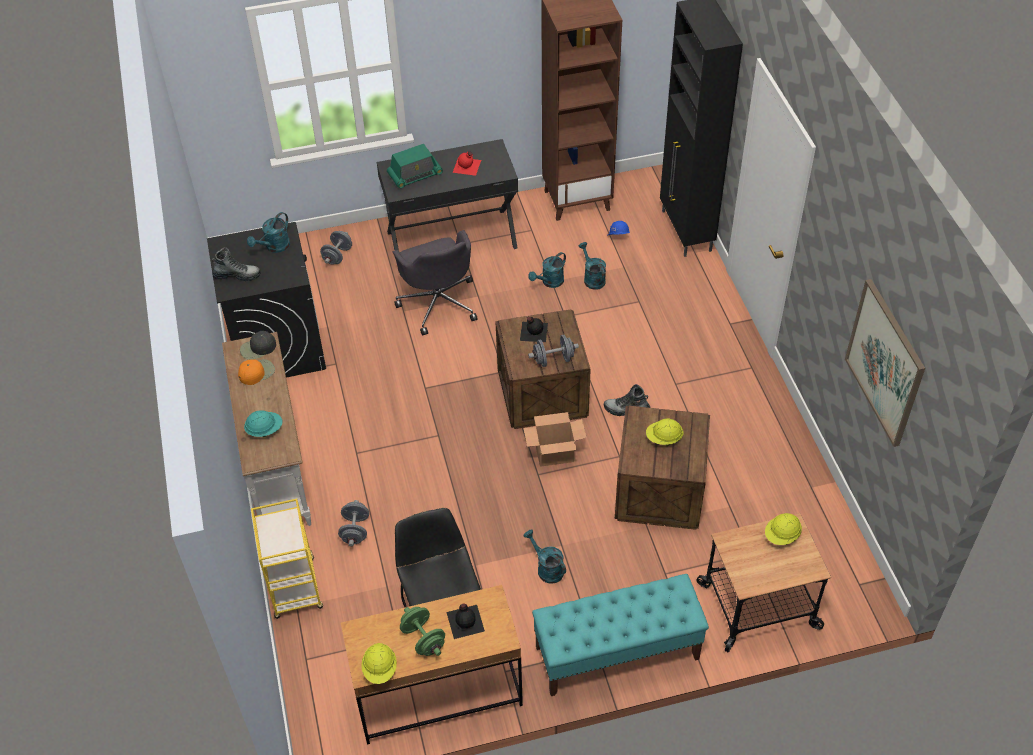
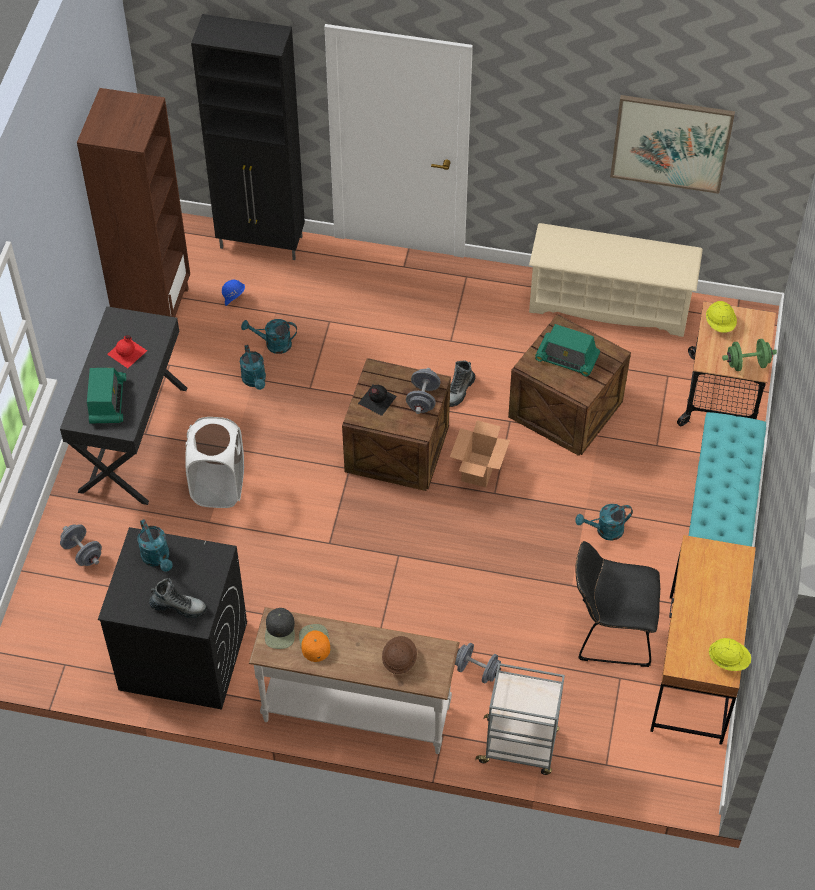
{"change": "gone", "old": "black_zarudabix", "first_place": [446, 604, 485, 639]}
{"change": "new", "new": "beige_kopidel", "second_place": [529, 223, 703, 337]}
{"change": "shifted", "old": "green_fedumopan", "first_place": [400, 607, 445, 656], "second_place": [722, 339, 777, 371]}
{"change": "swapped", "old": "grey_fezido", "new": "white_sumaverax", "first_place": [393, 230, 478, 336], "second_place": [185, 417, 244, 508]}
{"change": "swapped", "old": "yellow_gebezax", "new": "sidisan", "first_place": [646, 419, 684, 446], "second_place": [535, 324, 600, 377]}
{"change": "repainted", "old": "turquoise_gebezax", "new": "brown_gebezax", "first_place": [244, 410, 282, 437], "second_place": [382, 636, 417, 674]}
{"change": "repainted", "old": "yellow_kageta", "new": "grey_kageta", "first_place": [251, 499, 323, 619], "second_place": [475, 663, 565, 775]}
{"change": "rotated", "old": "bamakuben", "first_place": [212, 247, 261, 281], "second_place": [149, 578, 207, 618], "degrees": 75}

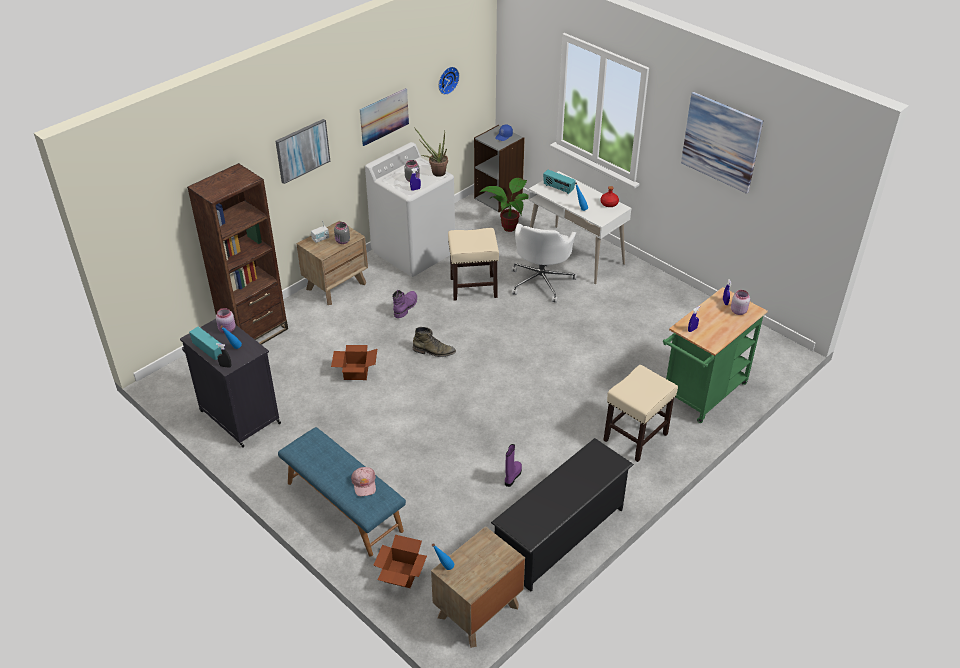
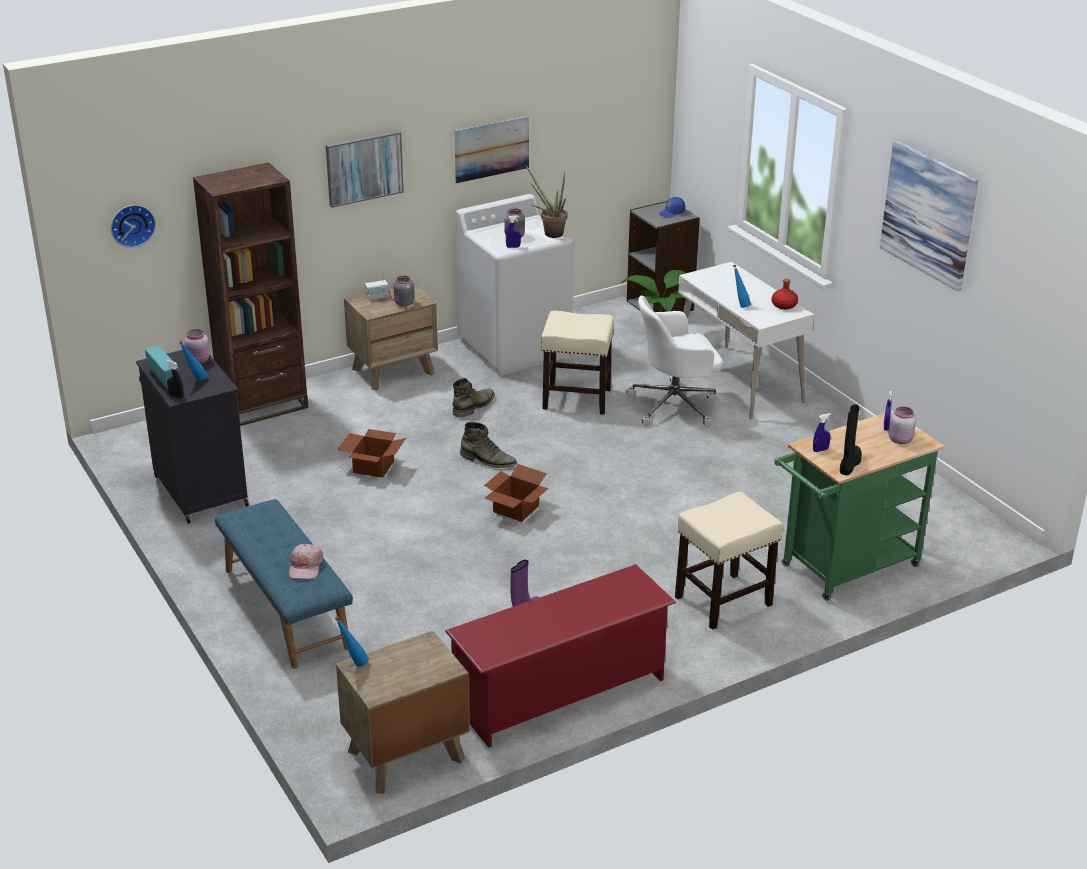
{"change": "gone", "old": "sidisan", "first_place": [543, 170, 576, 194]}
{"change": "new", "new": "black_bamakuben", "second_place": [840, 405, 862, 475]}
{"change": "shifted", "old": "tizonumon", "first_place": [374, 535, 427, 588], "second_place": [484, 464, 548, 522]}
{"change": "shifted", "old": "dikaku", "first_place": [438, 67, 459, 95], "second_place": [111, 205, 156, 248]}
{"change": "repainted", "old": "purple_bamakuben", "new": "green_bamakuben", "first_place": [392, 290, 417, 318], "second_place": [453, 378, 495, 417]}
{"change": "repainted", "old": "black_kopidel", "new": "red_kopidel", "first_place": [491, 438, 634, 592], "second_place": [445, 564, 676, 748]}
{"change": "rotated", "old": "white_fezido", "first_place": [512, 224, 577, 303], "second_place": [626, 296, 723, 427], "degrees": 45}

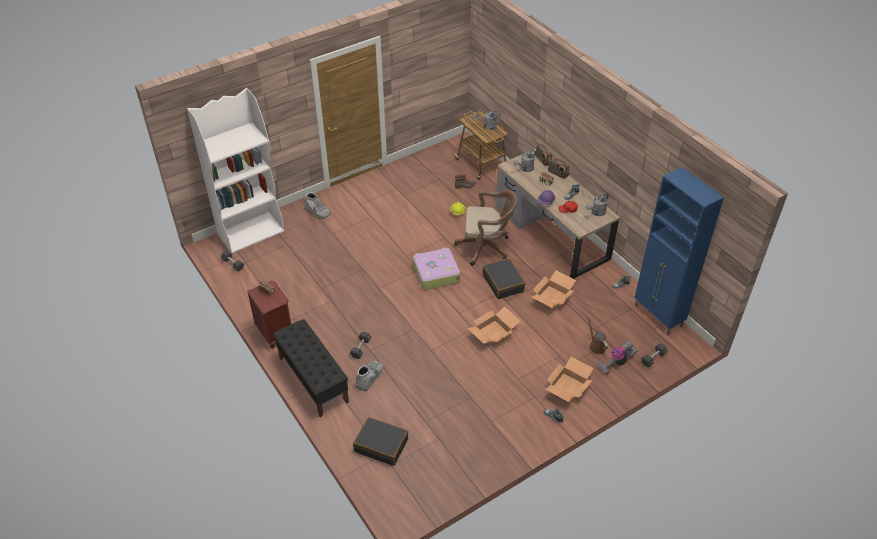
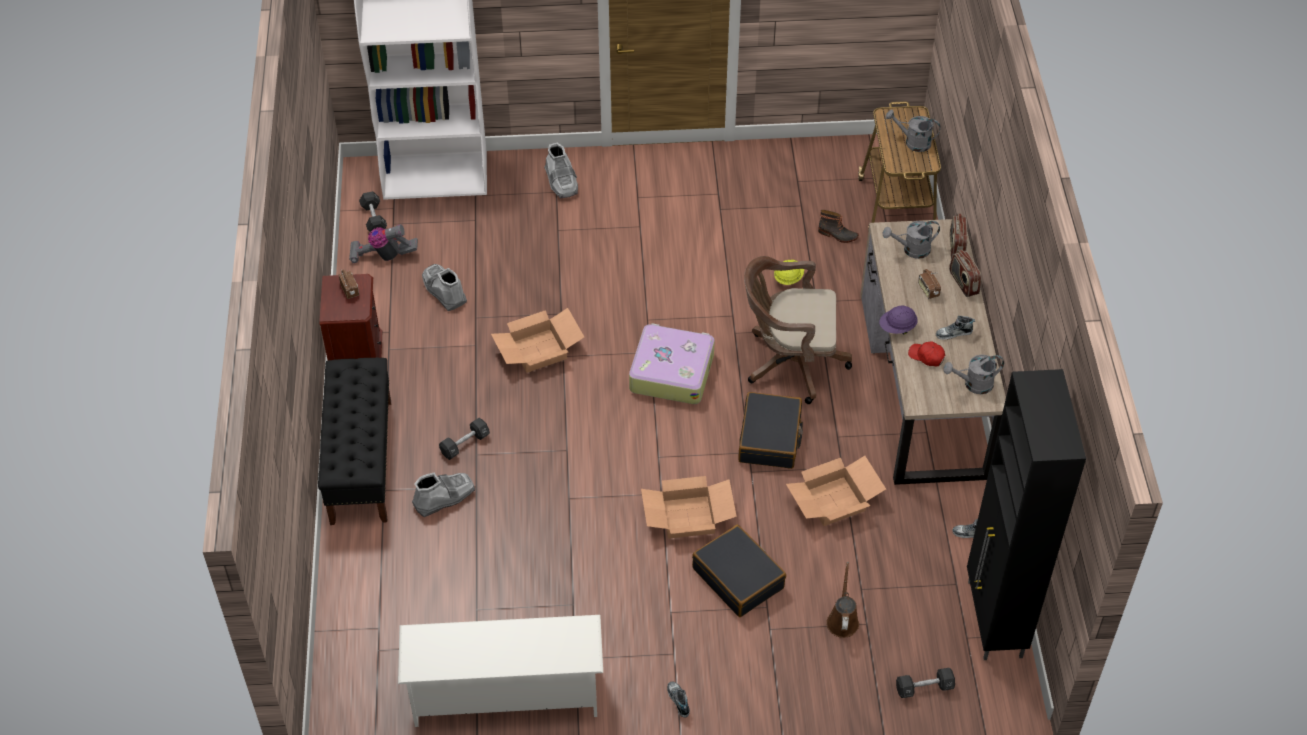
{"change": "new", "new": "white_kopidel", "second_place": [398, 615, 603, 727]}
{"change": "new", "new": "grey_bamakuben", "second_place": [422, 264, 467, 311]}
{"change": "shifted", "old": "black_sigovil", "first_place": [353, 417, 408, 466], "second_place": [692, 525, 786, 617]}
{"change": "shifted", "old": "tizonumon", "first_place": [545, 357, 594, 403], "second_place": [491, 308, 584, 373]}
{"change": "shifted", "old": "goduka", "first_place": [597, 340, 638, 375], "second_place": [349, 224, 418, 263]}
{"change": "repainted", "old": "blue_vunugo", "new": "black_vunugo", "first_place": [634, 167, 724, 335], "second_place": [967, 369, 1086, 660]}
{"change": "rotated", "old": "brown_fezido", "first_place": [454, 190, 517, 265], "second_place": [744, 256, 852, 404], "degrees": 150}

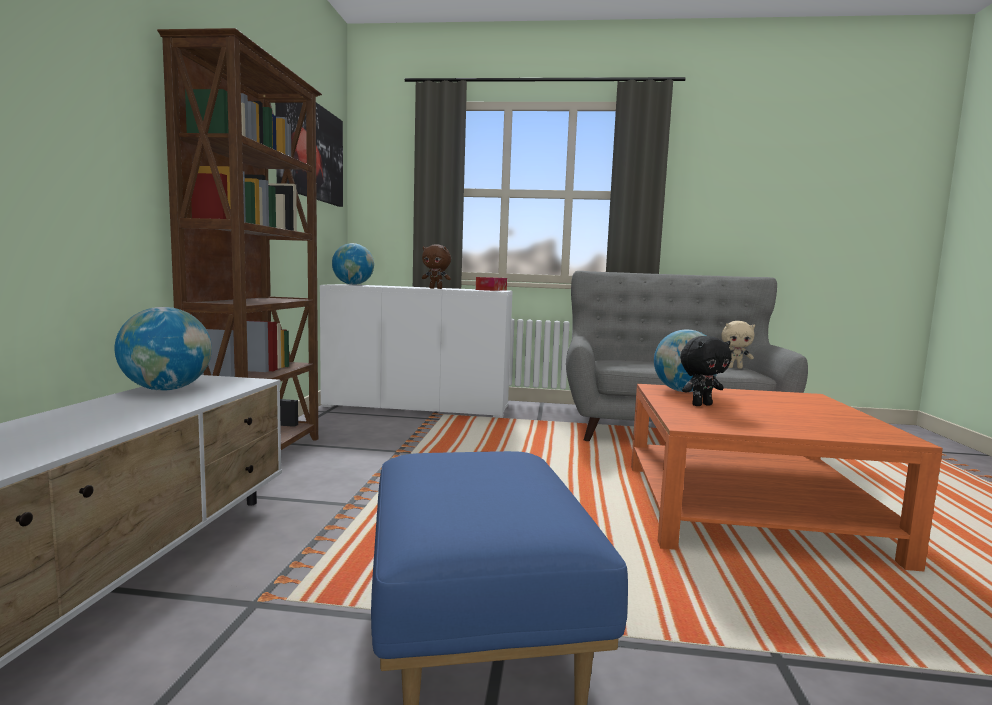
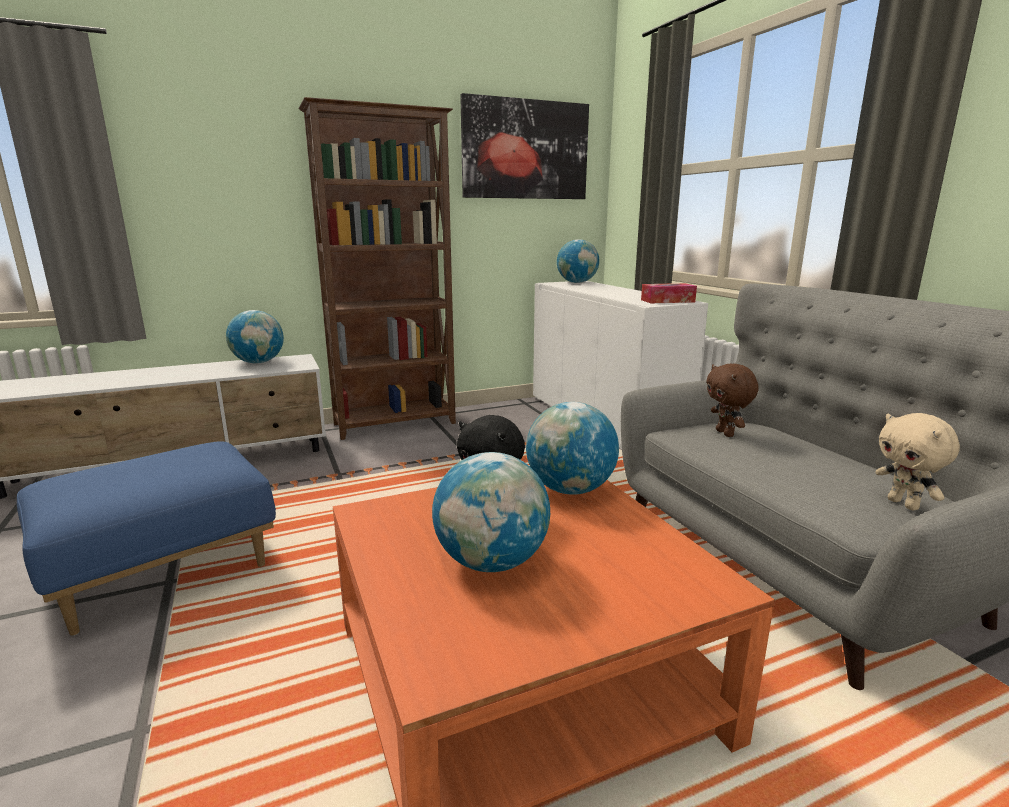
{"change": "new", "new": "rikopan", "second_place": [432, 452, 550, 572]}
{"change": "shifted", "old": "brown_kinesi", "first_place": [422, 244, 451, 289], "second_place": [706, 364, 758, 437]}

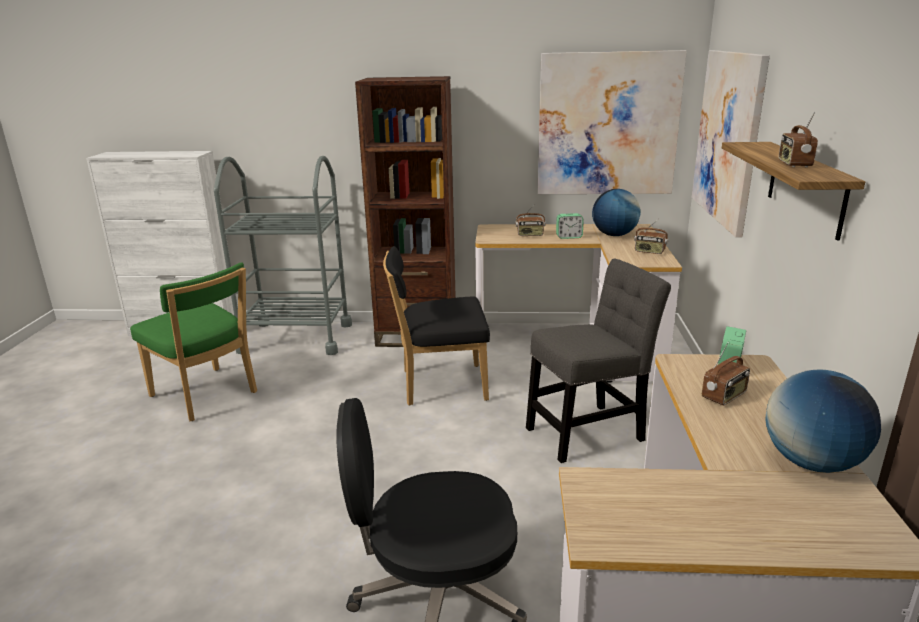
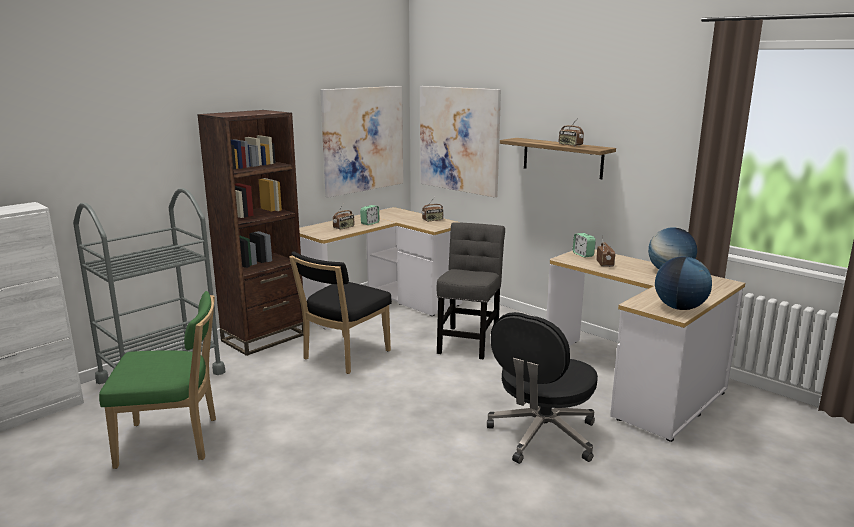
{"change": "shifted", "old": "rikopan", "first_place": [592, 189, 641, 236], "second_place": [655, 256, 712, 310]}

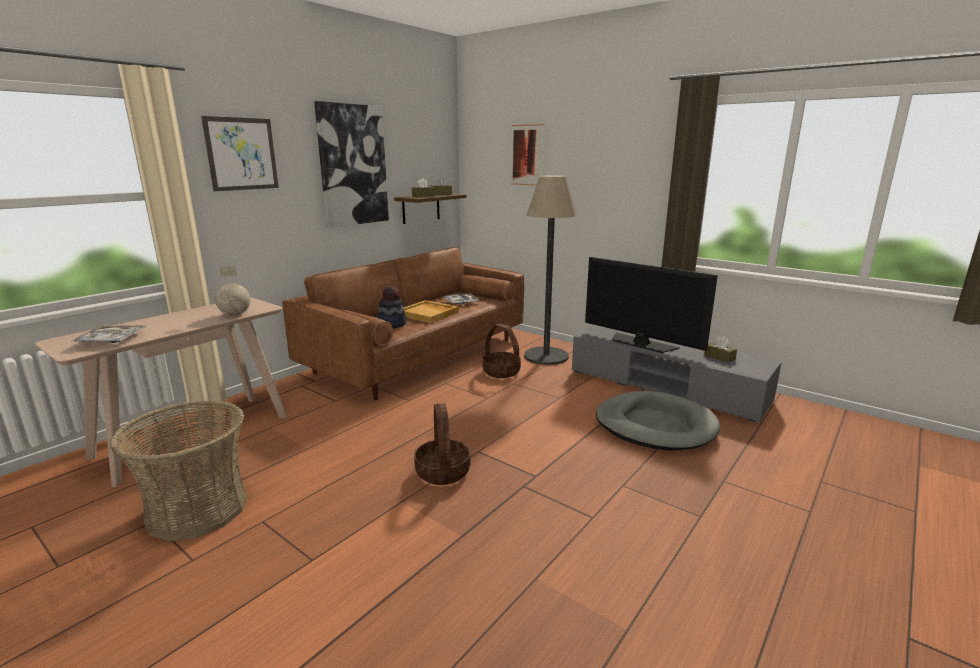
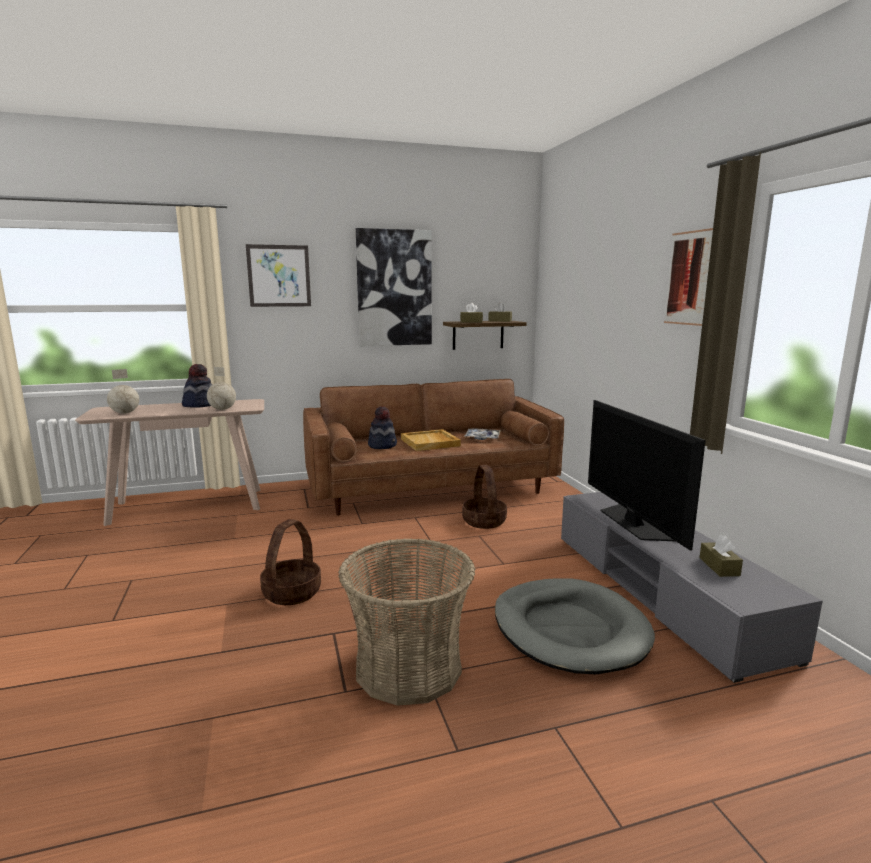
{"change": "gone", "old": "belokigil", "first_place": [524, 176, 577, 365]}
{"change": "new", "new": "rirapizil", "second_place": [182, 364, 212, 408]}
{"change": "shifted", "old": "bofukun", "first_place": [110, 400, 248, 541], "second_place": [338, 538, 475, 706]}
{"change": "shifted", "old": "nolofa", "first_place": [511, 124, 544, 186], "second_place": [664, 228, 713, 326]}
{"change": "swapped", "old": "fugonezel", "new": "rikopan", "first_place": [71, 325, 146, 343], "second_place": [107, 369, 139, 414]}

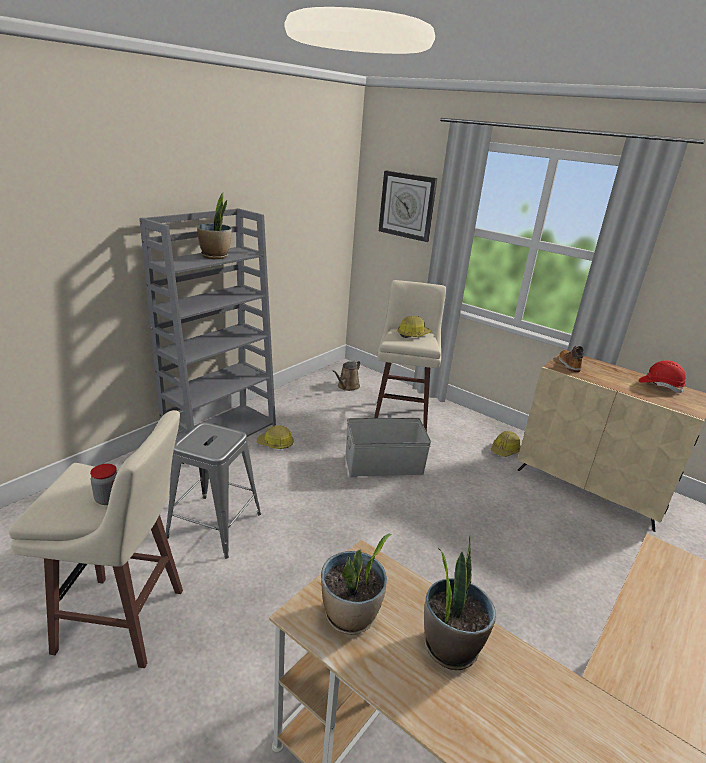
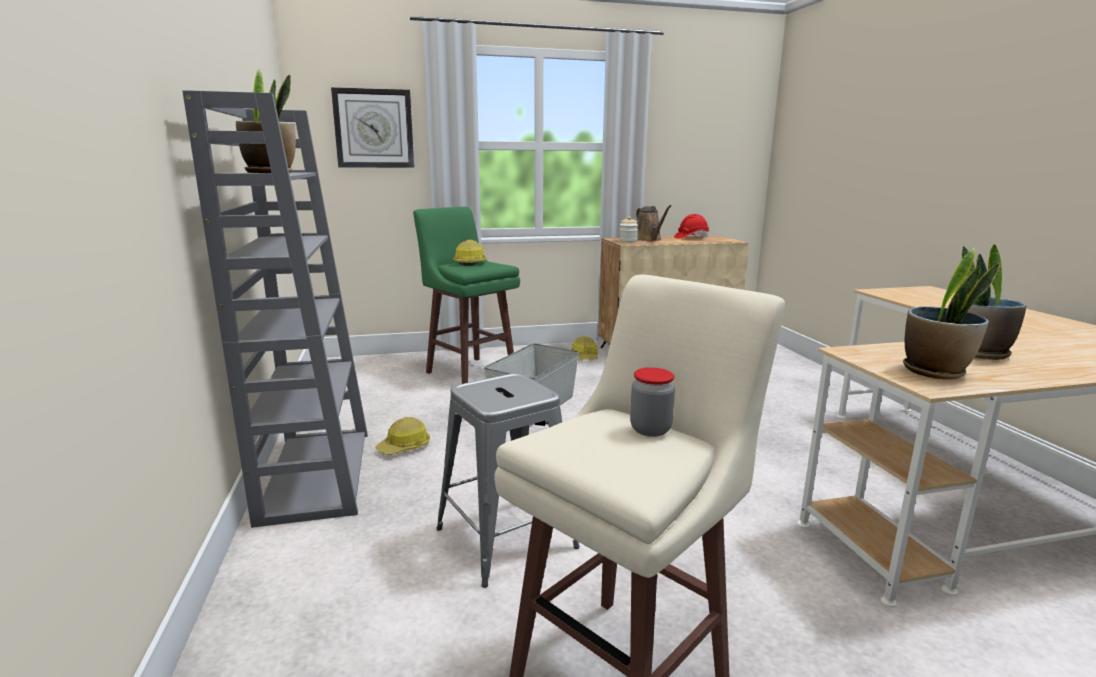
{"change": "shifted", "old": "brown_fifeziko", "first_place": [332, 360, 360, 391], "second_place": [636, 205, 671, 241]}
{"change": "swapped", "old": "bamakuben", "new": "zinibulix", "first_place": [559, 346, 584, 372], "second_place": [619, 216, 638, 243]}
{"change": "repainted", "old": "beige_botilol", "new": "green_botilol", "first_place": [374, 280, 446, 432], "second_place": [413, 207, 520, 384]}

